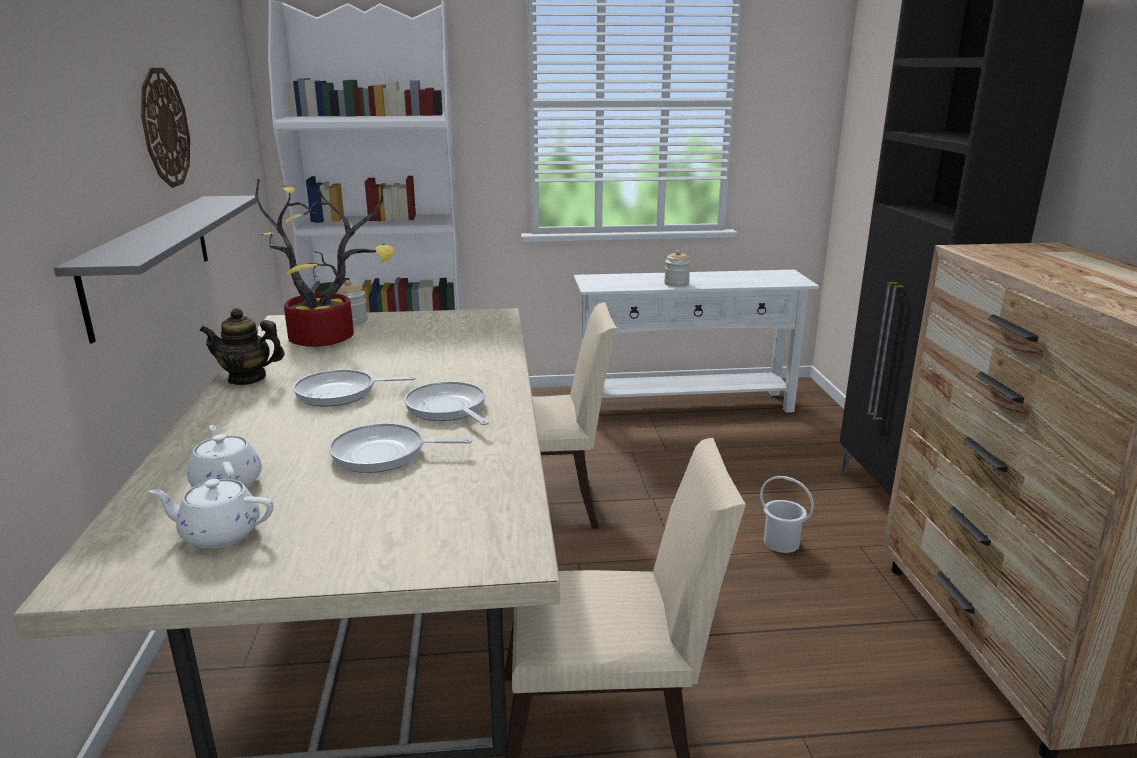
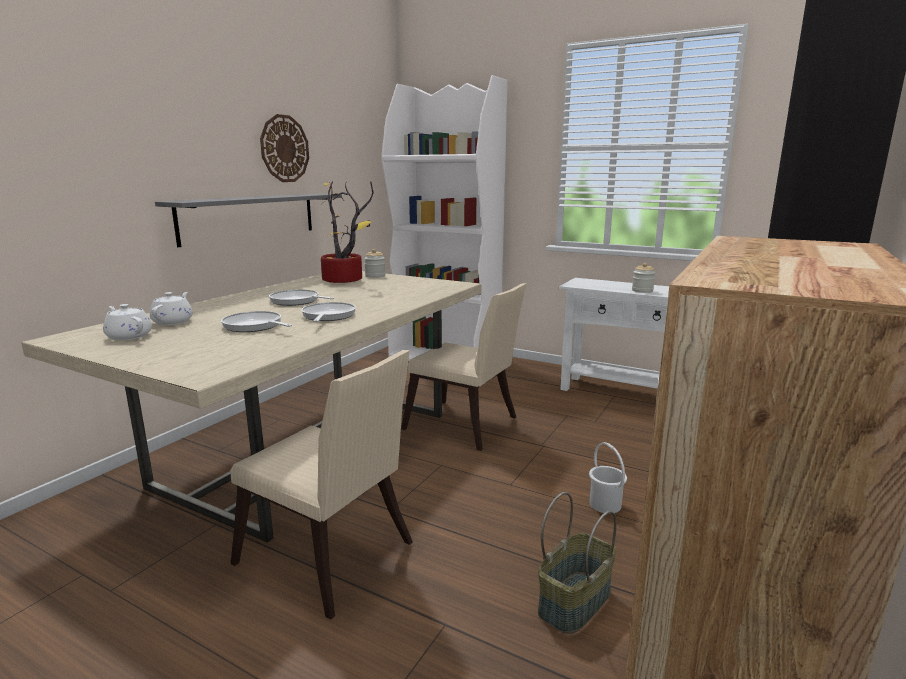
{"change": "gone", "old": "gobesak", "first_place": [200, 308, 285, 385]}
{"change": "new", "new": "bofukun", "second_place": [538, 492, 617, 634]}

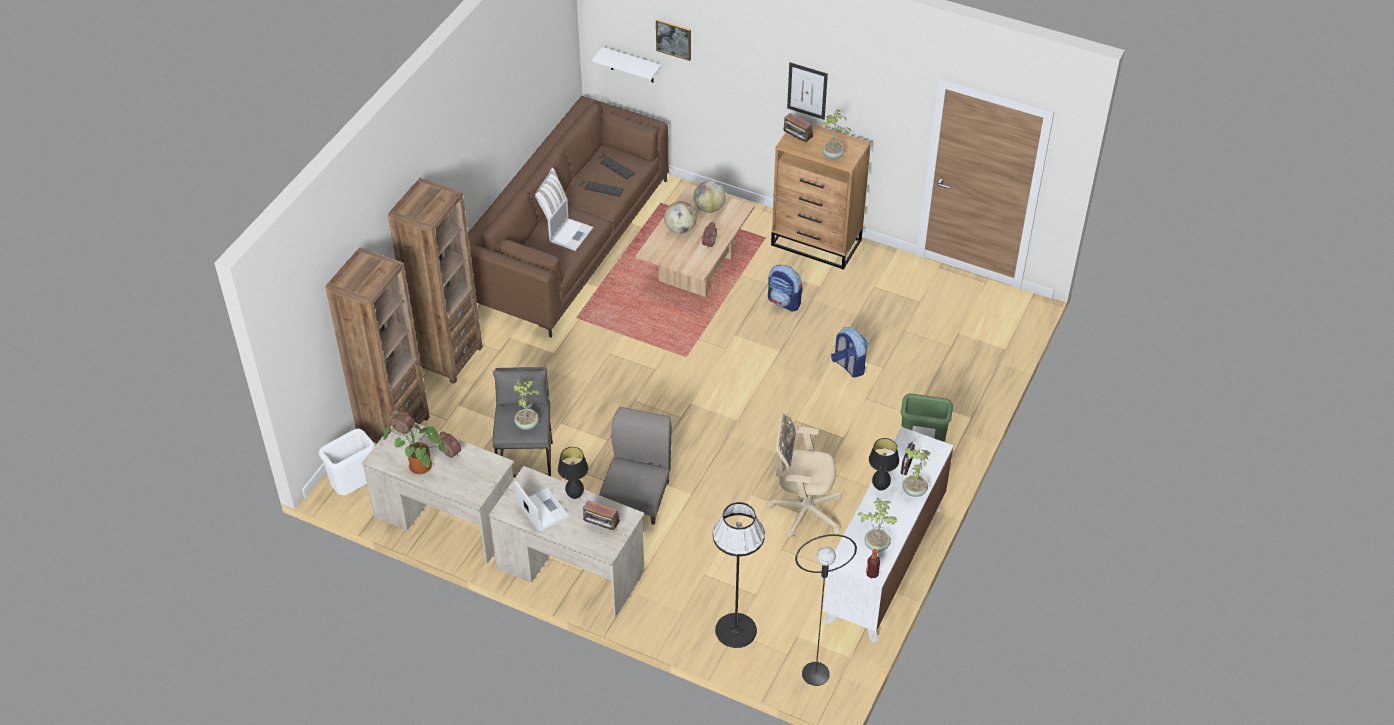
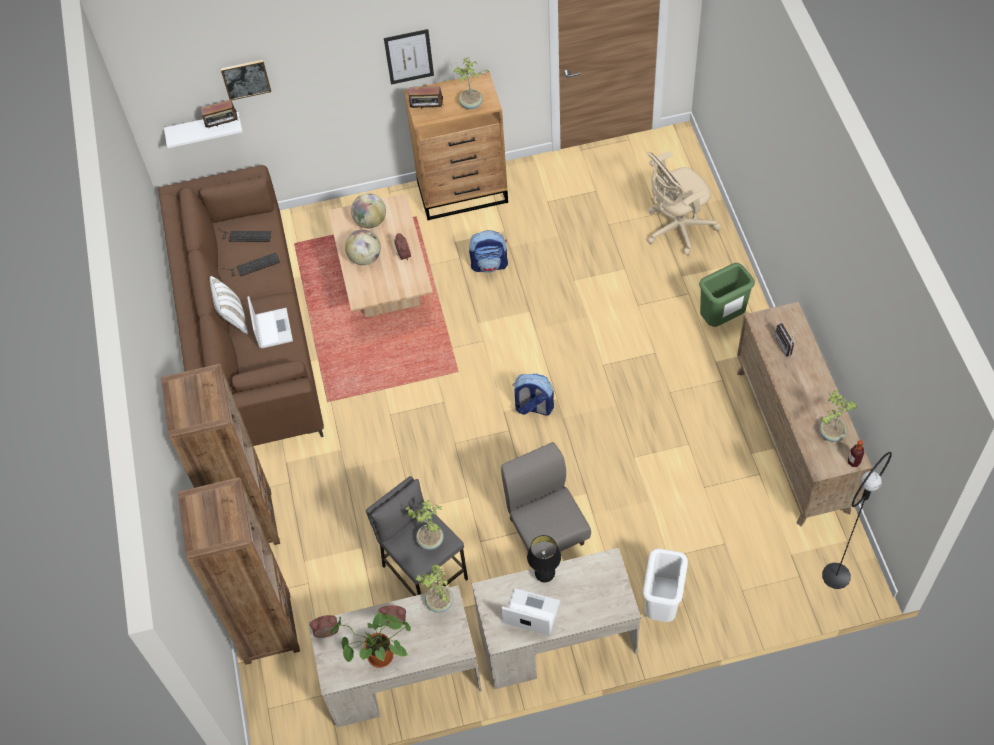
{"change": "gone", "old": "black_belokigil", "first_place": [713, 502, 765, 648]}
{"change": "gone", "old": "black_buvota", "first_place": [869, 438, 899, 491]}
{"change": "shifted", "old": "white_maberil", "first_place": [319, 428, 375, 495], "second_place": [643, 549, 688, 622]}
{"change": "shifted", "old": "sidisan", "first_place": [583, 500, 620, 532], "second_place": [200, 100, 239, 128]}
{"change": "shifted", "old": "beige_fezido", "first_place": [766, 413, 842, 537], "second_place": [647, 151, 721, 255]}
{"change": "shifted", "old": "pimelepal", "first_place": [831, 327, 868, 378], "second_place": [512, 373, 554, 416]}
{"change": "shifted", "old": "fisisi", "first_place": [903, 448, 930, 497], "second_place": [415, 565, 453, 613]}
{"change": "repainted", "old": "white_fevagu", "new": "brown_fevagu", "first_place": [823, 427, 954, 643], "second_place": [737, 302, 872, 526]}

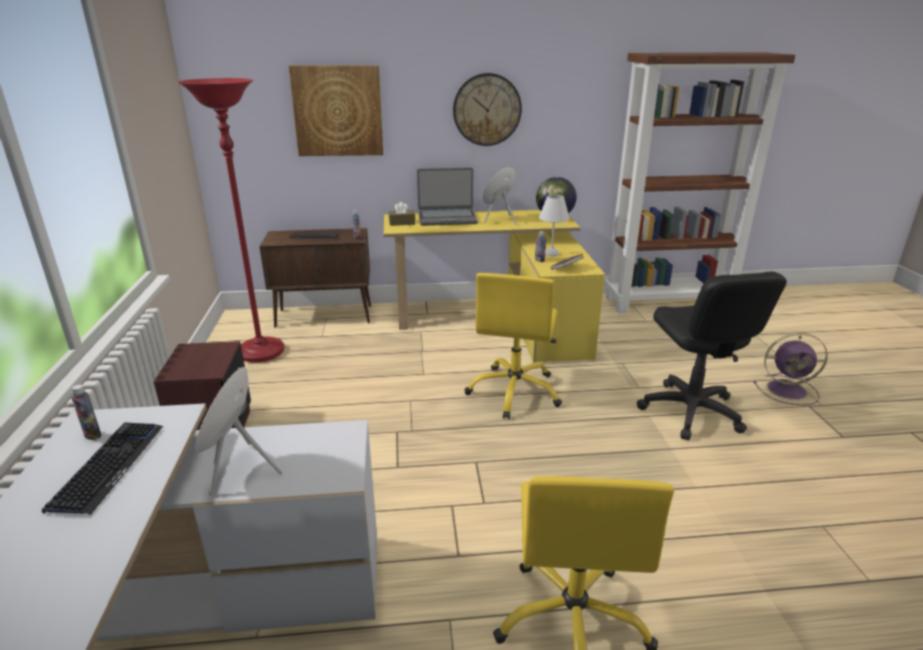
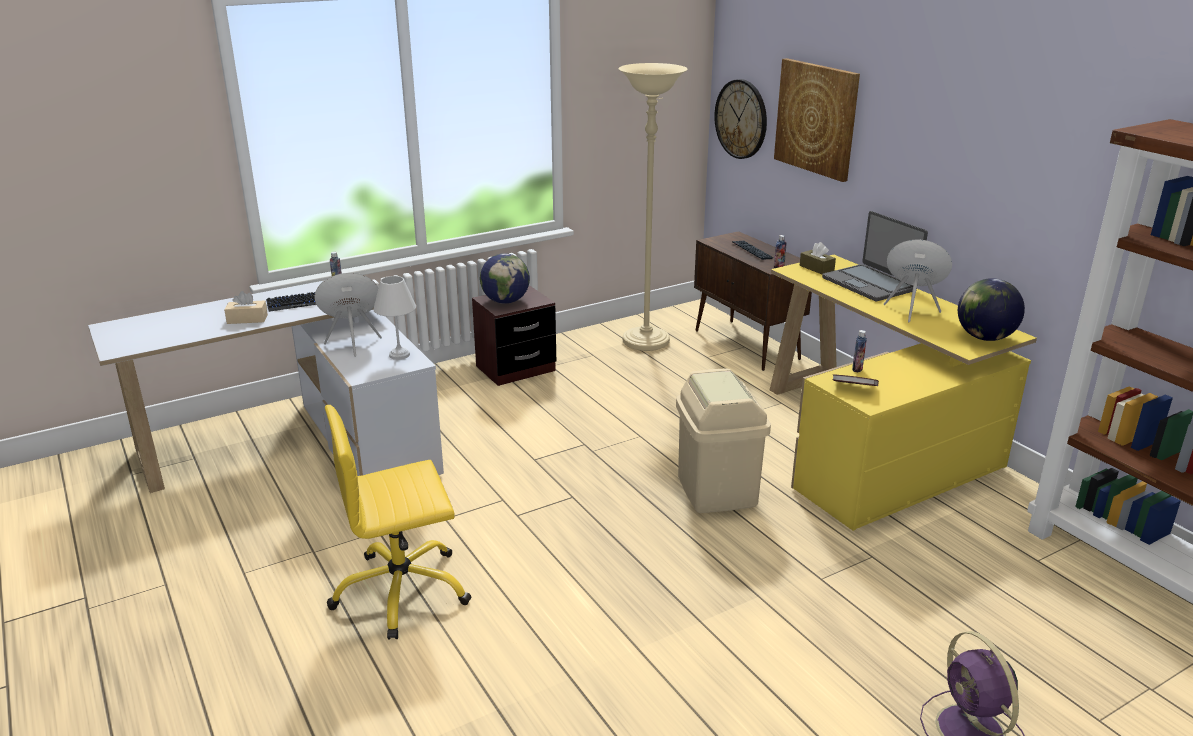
{"change": "gone", "old": "black_fezido", "first_place": [637, 271, 787, 440]}
{"change": "new", "new": "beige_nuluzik", "second_place": [224, 291, 268, 324]}
{"change": "new", "new": "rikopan", "second_place": [480, 253, 530, 304]}
{"change": "shifted", "old": "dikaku", "first_place": [453, 73, 522, 146], "second_place": [714, 79, 767, 159]}
{"change": "shifted", "old": "white_buvota", "first_place": [539, 195, 570, 256], "second_place": [373, 276, 416, 360]}
{"change": "swapped", "old": "yellow_fezido", "new": "beige_maberil", "first_place": [464, 273, 562, 419], "second_place": [676, 368, 771, 513]}
{"change": "repainted", "old": "red_belokigil", "new": "beige_belokigil", "first_place": [178, 78, 284, 363], "second_place": [618, 63, 687, 351]}

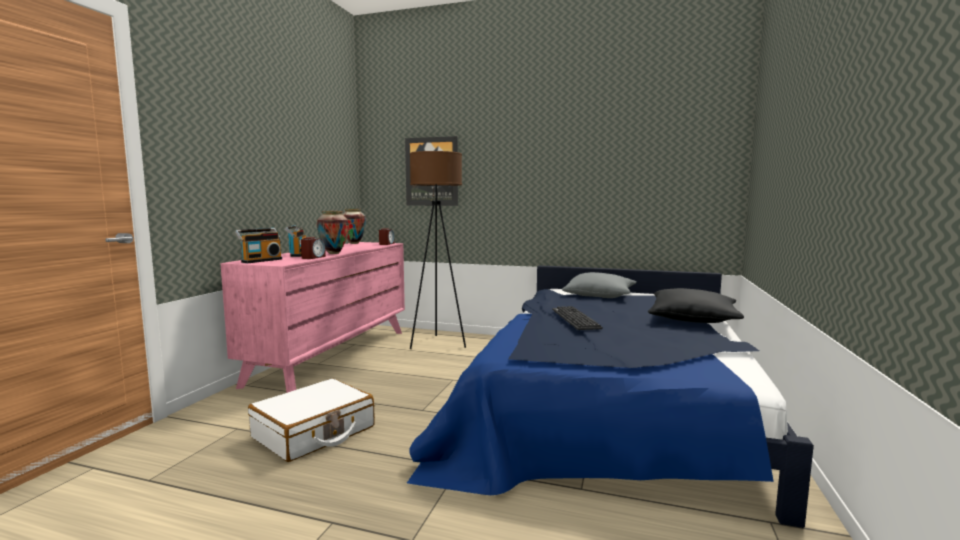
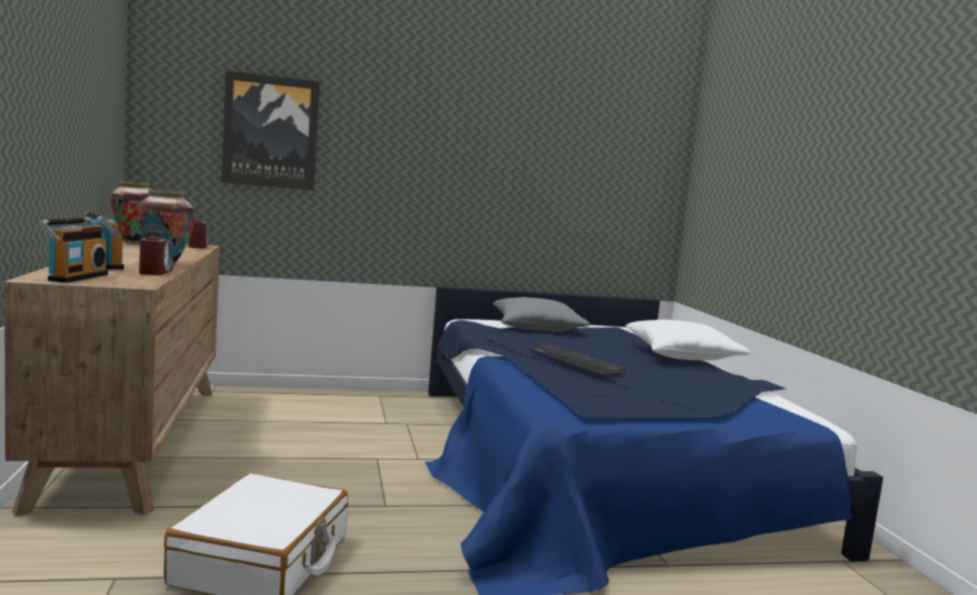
{"change": "gone", "old": "brown_belokigil", "first_place": [410, 151, 466, 349]}
{"change": "repainted", "old": "pink_fevagu", "new": "brown_fevagu", "first_place": [220, 242, 405, 393], "second_place": [4, 241, 220, 516]}
{"change": "repainted", "old": "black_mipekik", "new": "white_mipekik", "first_place": [648, 288, 744, 323], "second_place": [625, 320, 751, 360]}

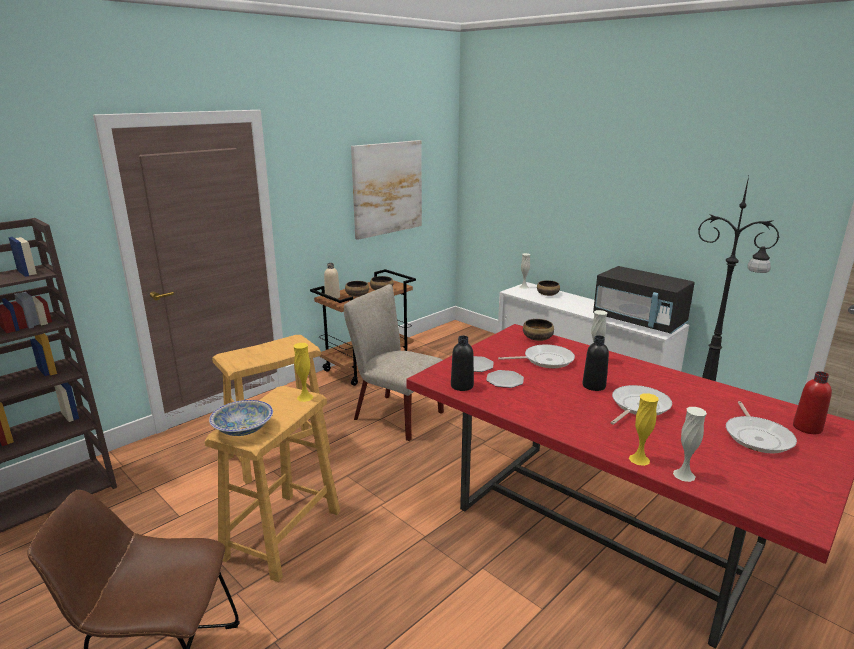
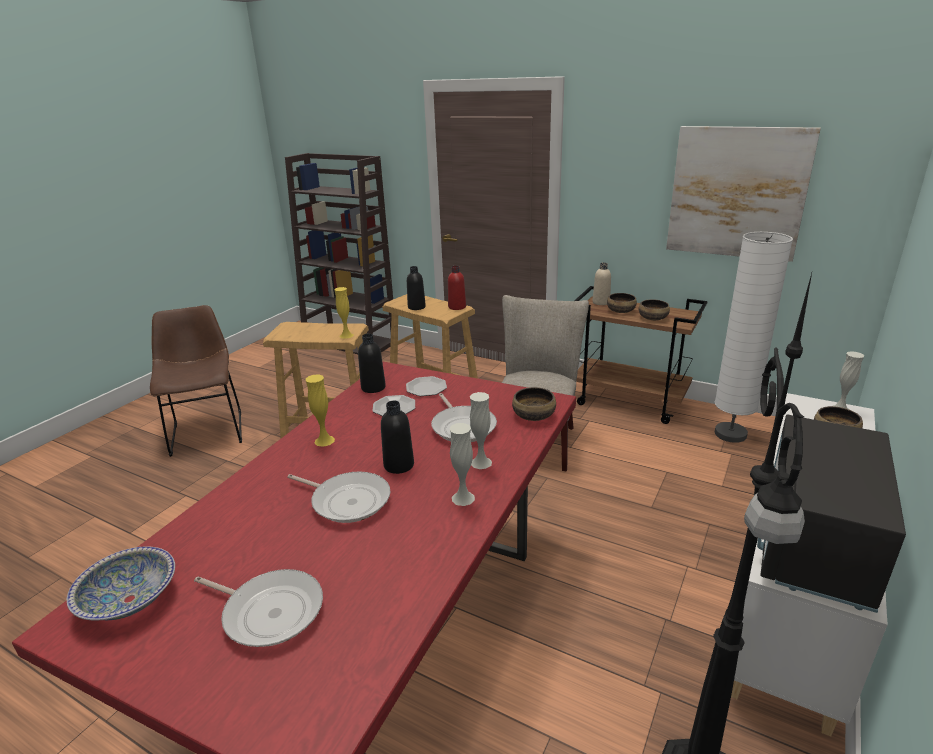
{"change": "new", "new": "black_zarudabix", "second_place": [407, 266, 426, 310]}
{"change": "new", "new": "white_belokigil", "second_place": [715, 232, 793, 443]}
{"change": "shifted", "old": "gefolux", "first_place": [209, 400, 273, 436], "second_place": [67, 546, 175, 621]}
{"change": "shifted", "old": "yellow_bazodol", "first_place": [629, 393, 659, 466], "second_place": [305, 375, 335, 447]}
{"change": "shifted", "old": "white_bazodol", "first_place": [673, 407, 707, 482], "second_place": [449, 423, 475, 506]}
{"change": "shifted", "old": "red_zarudabix", "first_place": [793, 371, 832, 434], "second_place": [448, 266, 466, 310]}
{"change": "rotated", "old": "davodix", "first_place": [726, 401, 797, 453], "second_place": [194, 569, 323, 647], "degrees": -150}

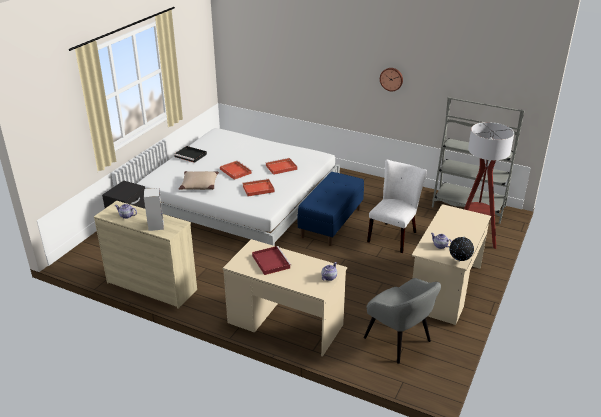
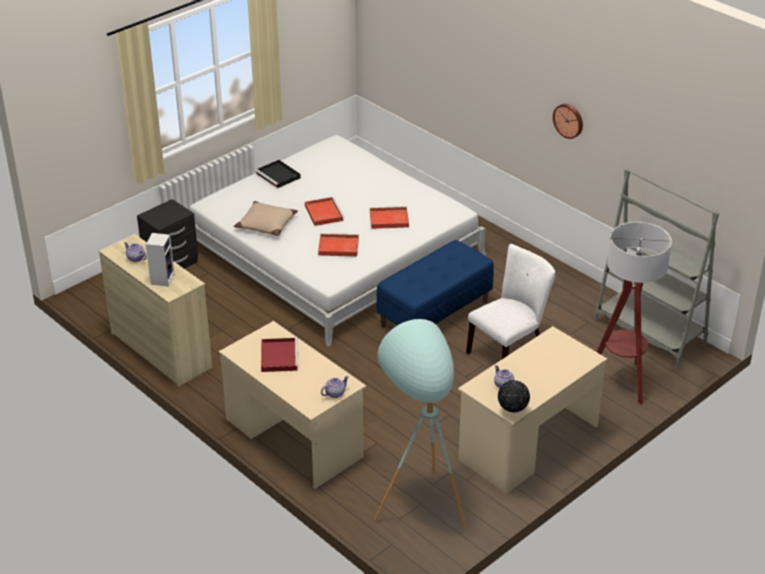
{"change": "swapped", "old": "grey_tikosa", "new": "turquoise_belokigil", "first_place": [364, 278, 441, 364], "second_place": [374, 319, 467, 528]}

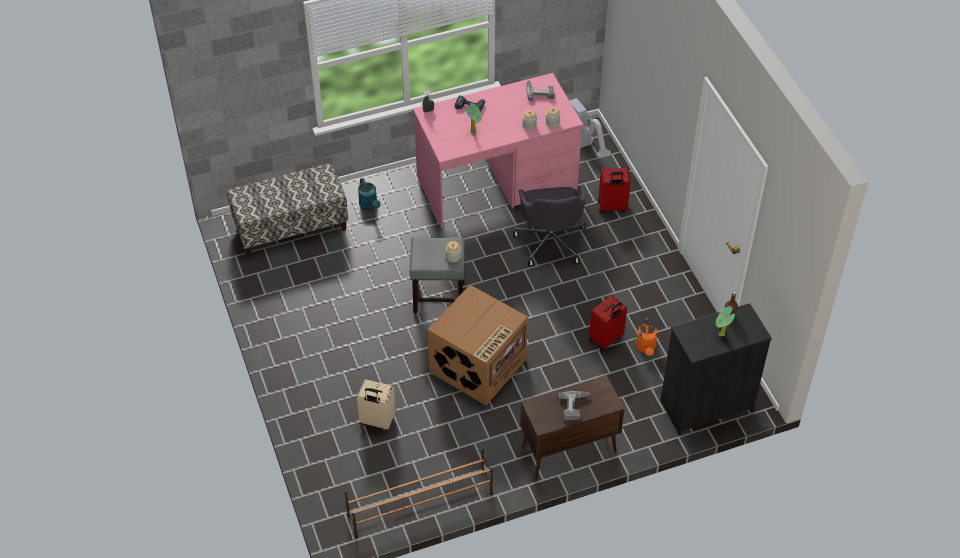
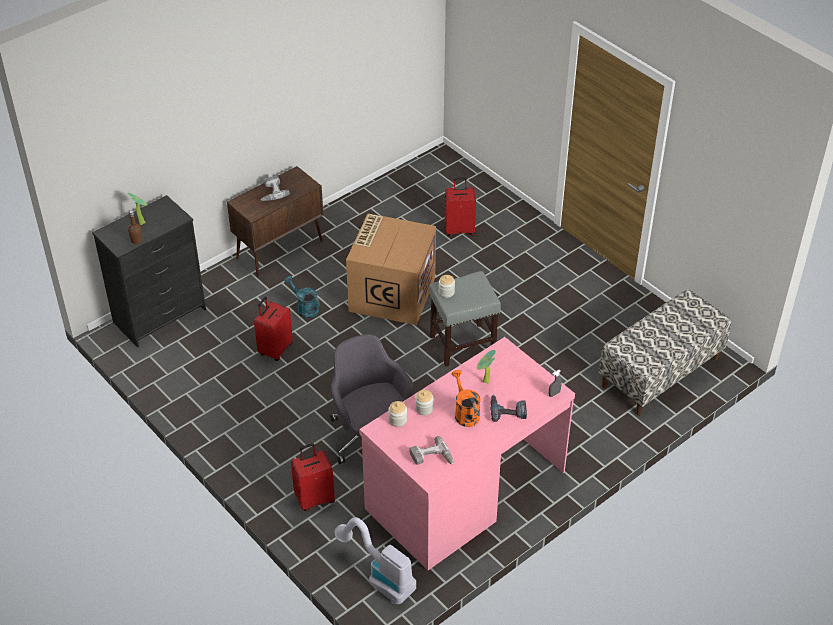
{"change": "gone", "old": "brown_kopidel", "first_place": [345, 449, 493, 538]}
{"change": "shifted", "old": "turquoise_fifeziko", "first_place": [358, 178, 381, 210], "second_place": [284, 276, 320, 318]}
{"change": "shifted", "old": "orange_fifeziko", "first_place": [636, 318, 657, 356], "second_place": [452, 370, 481, 427]}
{"change": "repainted", "old": "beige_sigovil", "new": "red_sigovil", "first_place": [357, 379, 396, 431], "second_place": [445, 177, 476, 237]}

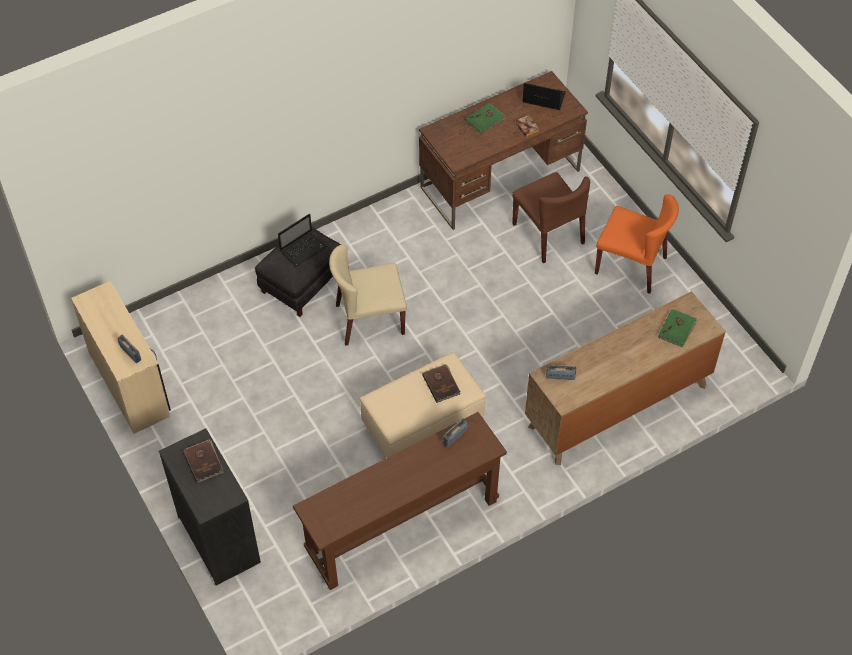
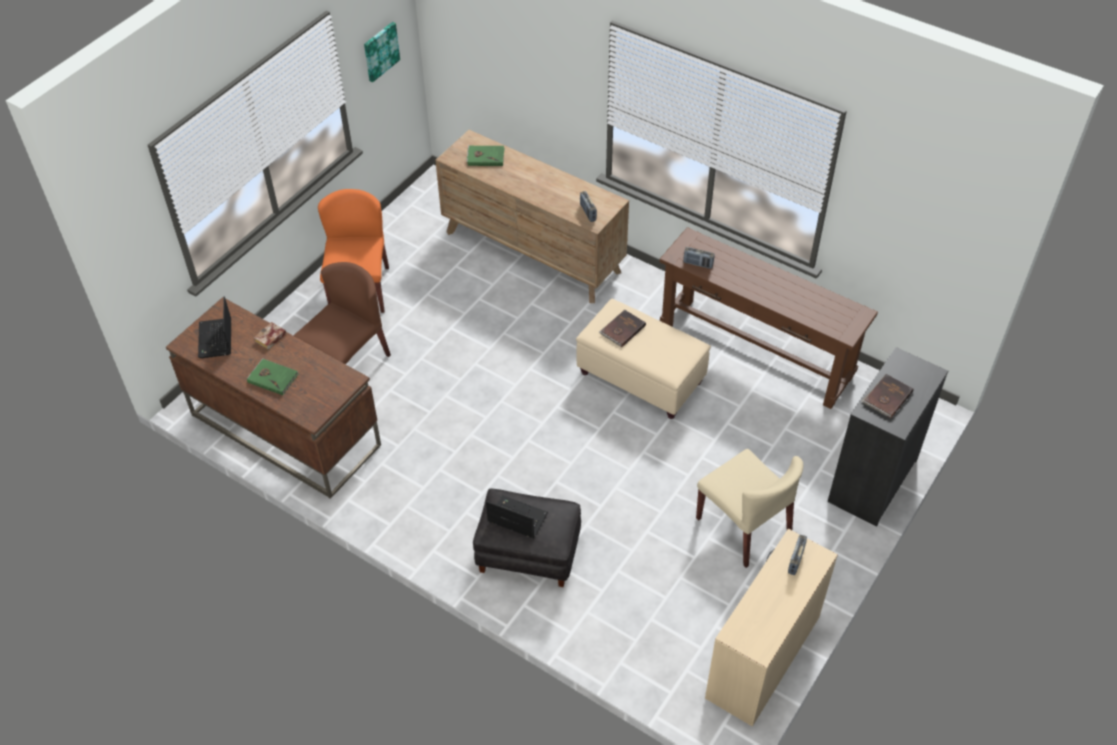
{"change": "new", "new": "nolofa", "second_place": [364, 22, 400, 82]}
{"change": "shifted", "old": "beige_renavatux", "first_place": [329, 244, 407, 346], "second_place": [696, 449, 803, 568]}

